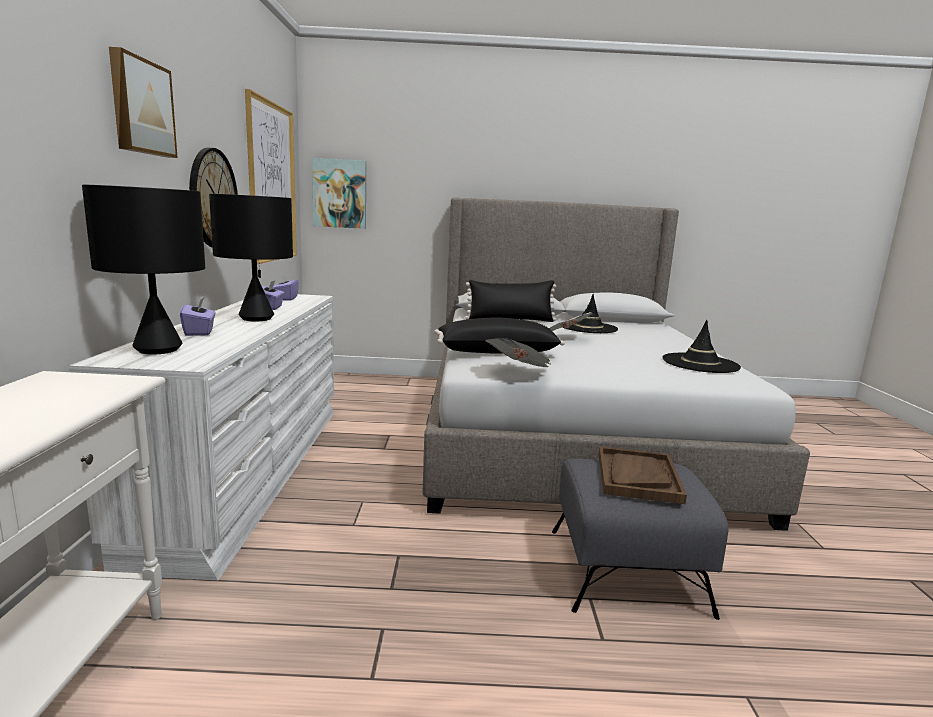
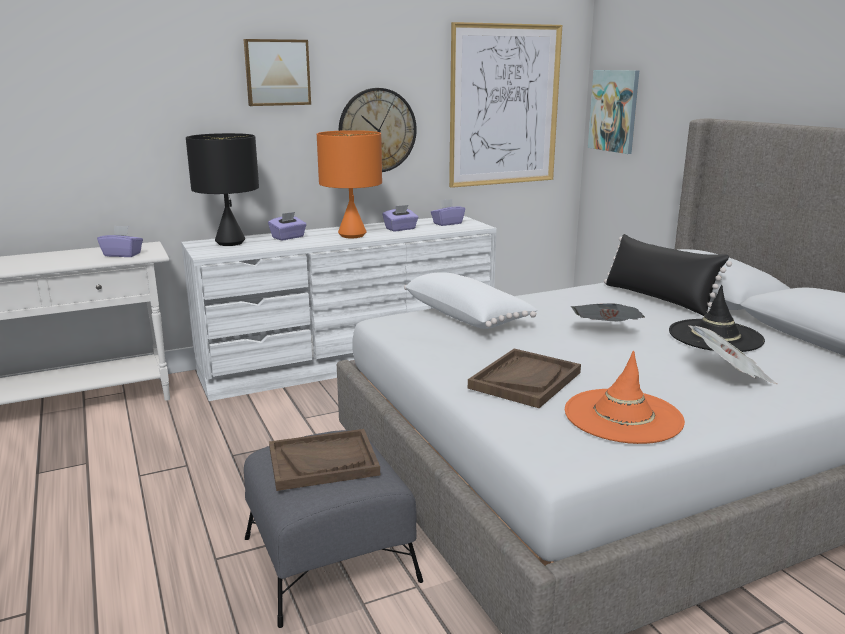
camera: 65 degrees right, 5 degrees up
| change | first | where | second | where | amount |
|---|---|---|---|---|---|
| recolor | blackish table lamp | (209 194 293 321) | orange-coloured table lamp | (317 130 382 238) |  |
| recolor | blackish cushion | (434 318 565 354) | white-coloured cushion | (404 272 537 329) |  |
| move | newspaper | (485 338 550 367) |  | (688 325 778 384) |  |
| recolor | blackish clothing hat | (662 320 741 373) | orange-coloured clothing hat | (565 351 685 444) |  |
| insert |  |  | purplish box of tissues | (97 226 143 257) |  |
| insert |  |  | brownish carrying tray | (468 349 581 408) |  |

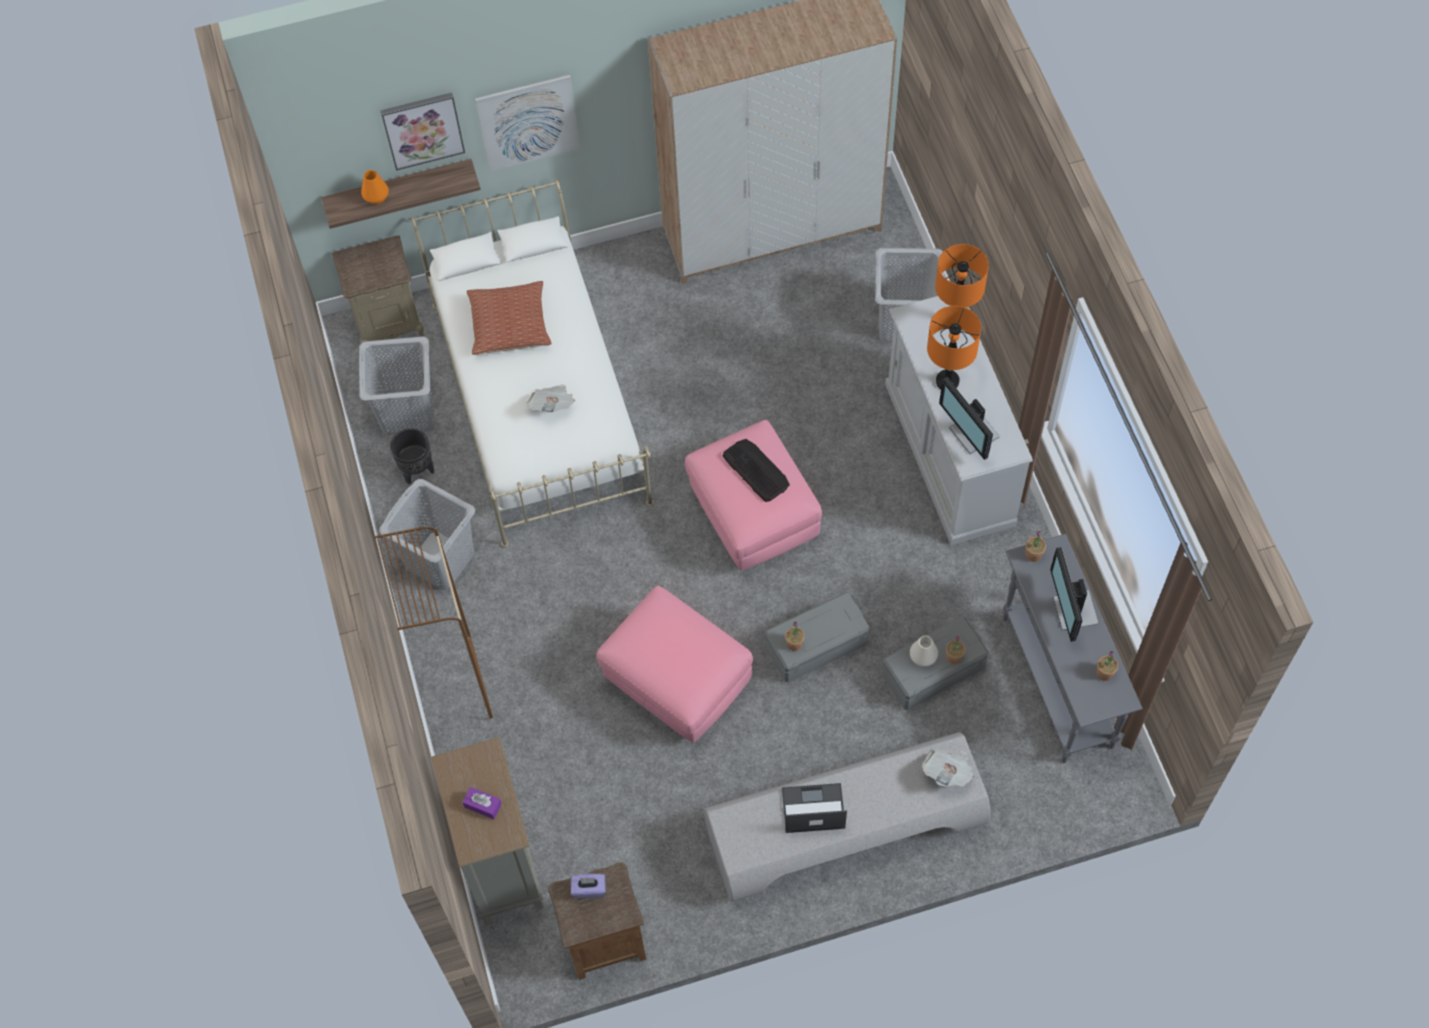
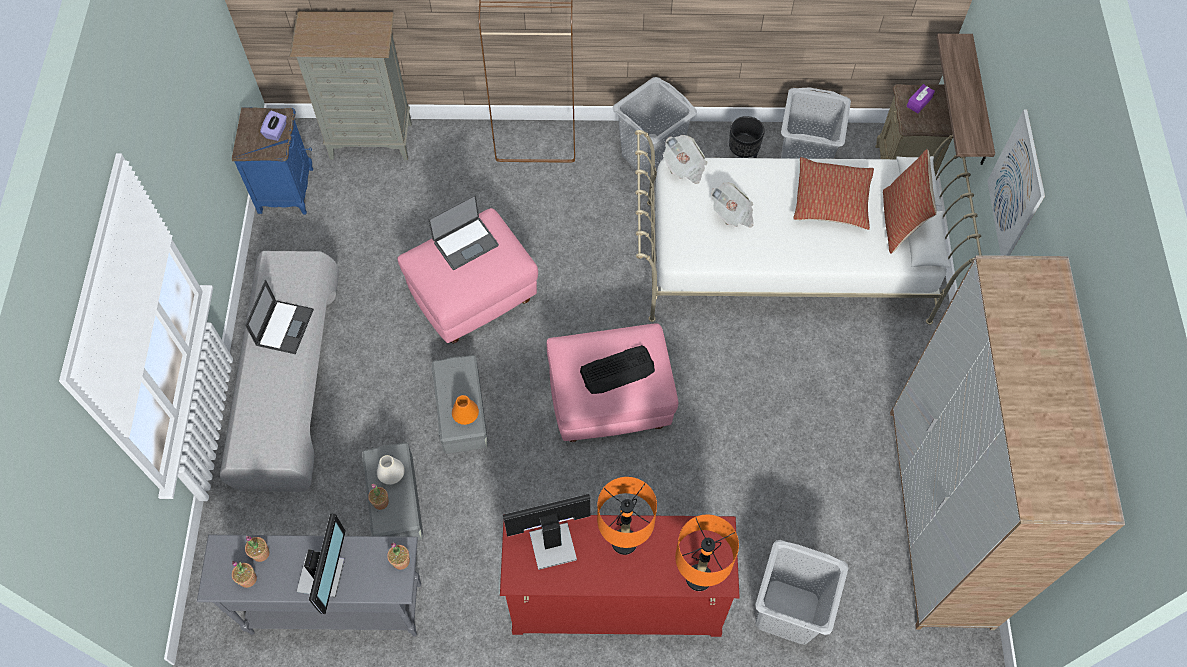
camera: 105 degrees right, 0 degrees up
| change | first | where | second | where | amount |
|---|---|---|---|---|---|
| move | orange-coloured flower vase | (361 170 389 205) |  | (452 395 479 425) |  |
| delete | wall picture | (380 93 465 171) |  |  |  |
| move | purplish box of tissues | (463 787 502 819) |  | (906 84 935 113) |  |
| recolor | beige-coloured bedside table | (548 863 646 980) | blue-coloured bedside table | (232 107 313 215) |  |
| move | houseplant | (785 622 805 651) |  | (245 536 270 562) |  |
| recolor | white-coloured chest of drawers | (885 296 1033 545) | red-coloured chest of drawers | (500 515 740 637) |  |
| move | newspaper | (922 748 974 786) |  | (663 135 708 184) |  |
| rotate | computer screen | (1050 547 1099 642) |  | (296 513 346 614) | 90 degrees clockwise |
| insert |  |  | notebook computer | (428 194 499 270) |  |
| insert |  |  | cushion | (883 149 937 254) |  |

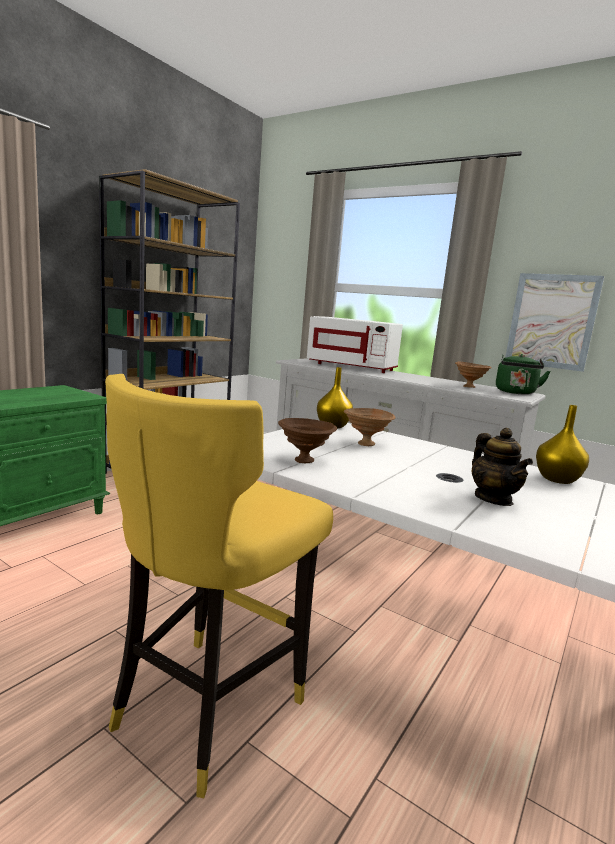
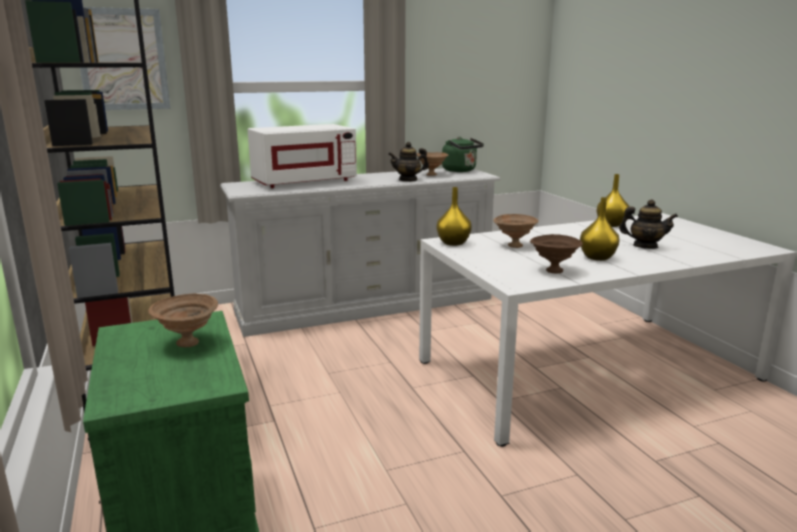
camera: 55 degrees left, 5 degrees up
| change | first | where | second | where | amount |
|---|---|---|---|---|---|
| delete | yellow-coloured stool seat | (105 374 333 798) |  |  |  |
| move | wall picture | (505 273 604 372) |  | (80 7 170 110) |  |
| insert |  |  | brownish deep dish | (148 294 218 347) |  |
| insert |  |  | pot for tea | (388 142 429 182) |  |
| insert |  |  | yellow-coloured flower vase | (580 197 619 261) |  |

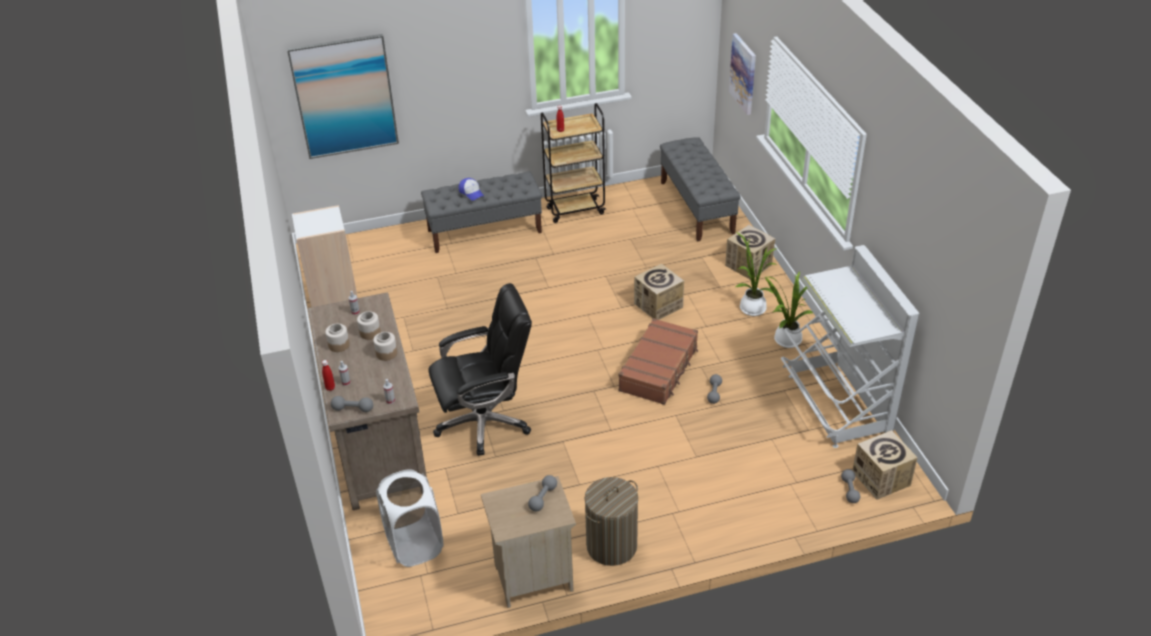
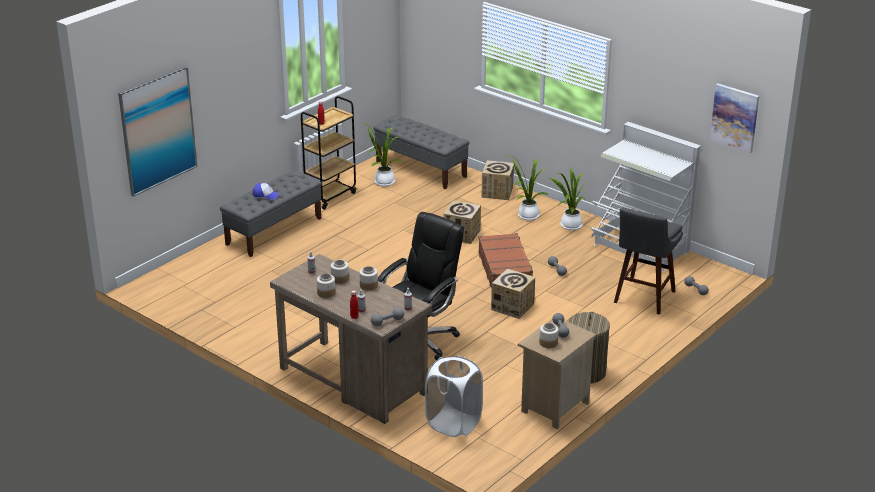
camera: 35 degrees left, 10 degrees down
| change | first | where | second | where | amount |
|---|---|---|---|---|---|
| delete | bookshelf | (292 205 358 307) |  |  |  |
| move | wall picture | (729 33 756 115) |  | (710 83 759 154) |  |
| move | cardboard box | (852 430 918 500) |  | (491 269 535 319) |  |
| insert |  |  | houseplant | (361 123 402 186) |  |
| insert |  |  | jar | (539 323 559 348) |  |
| insert |  |  | greyish stool seat | (614 208 683 315) |  |

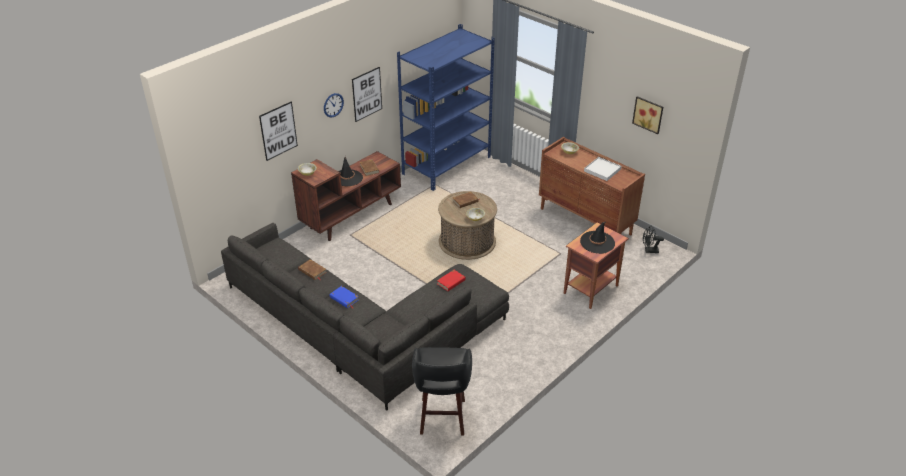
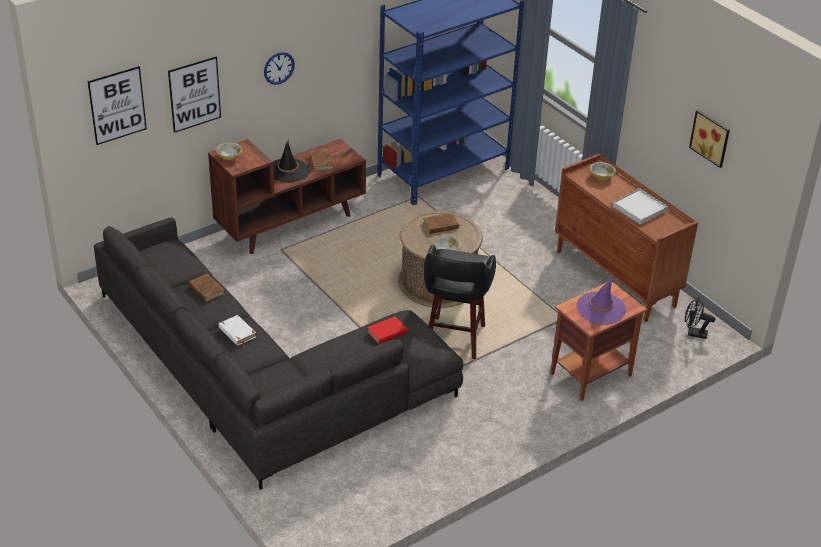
camera: 10 degrees right, 0 degrees up
| change | first | where | second | where | amount |
|---|---|---|---|---|---|
| recolor | blue-coloured volume | (330 286 359 308) | white-coloured volume | (219 315 256 347) |  |
| move | wall picture | (352 67 382 122) |  | (88 66 147 145) |  |
| move | blackish stool seat | (412 347 472 435) |  | (424 245 496 359) |  |
| recolor | blackish clothing hat | (580 222 615 254) | purplish clothing hat | (576 280 626 325) |  |

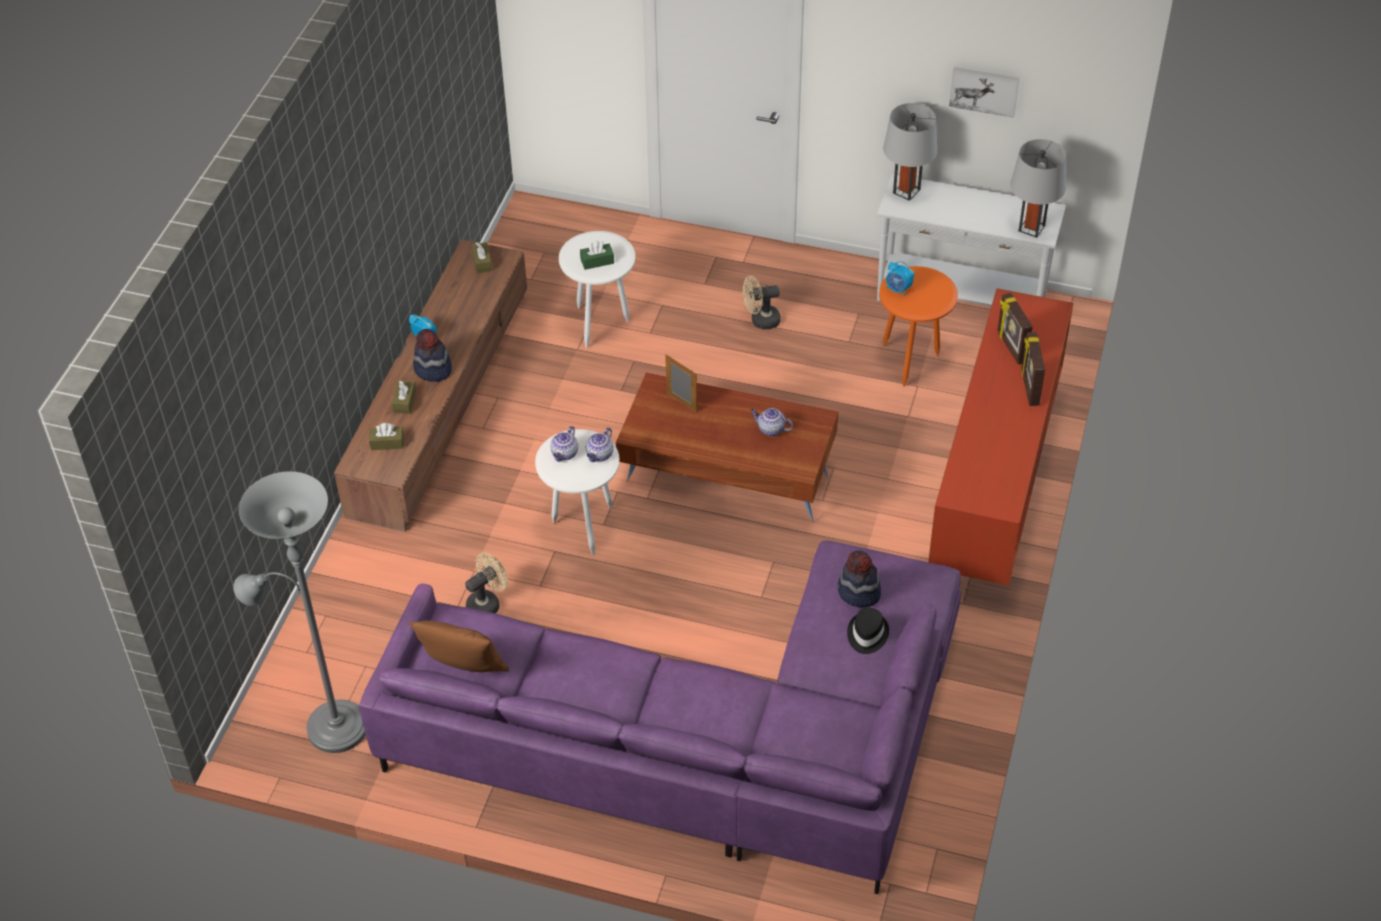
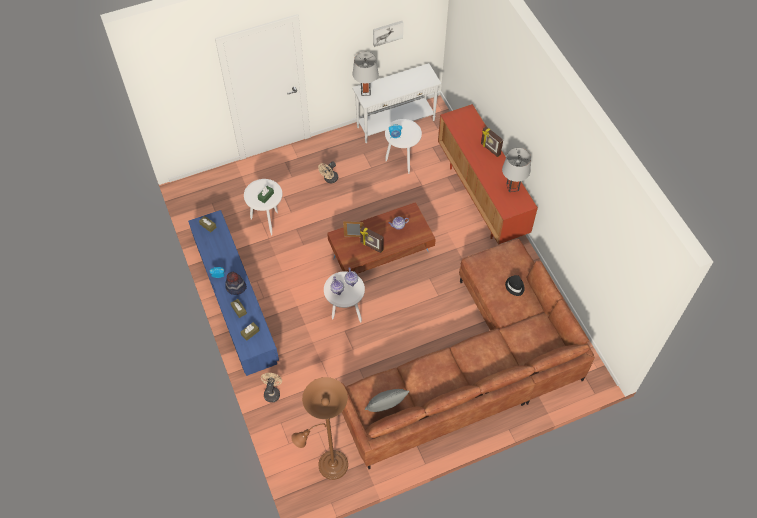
camera: 40 degrees left, 10 degrees up
| change | first | where | second | where | amount |
|---|---|---|---|---|---|
| recolor | greyish standard lamp | (233 471 366 753) | brownish standard lamp | (291 377 348 480) |  |
| recolor | brownish tv stand | (334 239 527 532) | blue-coloured tv stand | (188 210 279 376) |  |
| recolor | purplish settee | (359 540 961 894) | brownish settee | (342 239 595 469) |  |
| recolor | brownish cushion | (408 621 509 672) | greyish cushion | (365 389 410 412) |  |
| move | beige-coloured electric fan | (465 553 508 614) |  | (261 373 282 403) |  |
| delete | clothing hat | (837 551 881 607) |  |  |  |
| recolor | orange-coloured end table | (879 266 958 386) | white-coloured end table | (385 119 422 174) |  |
| move | picture frame | (997 293 1033 365) |  | (360 226 384 253) |  |
| move | greyish table lamp | (1010 139 1067 238) |  | (502 148 531 192) |  |

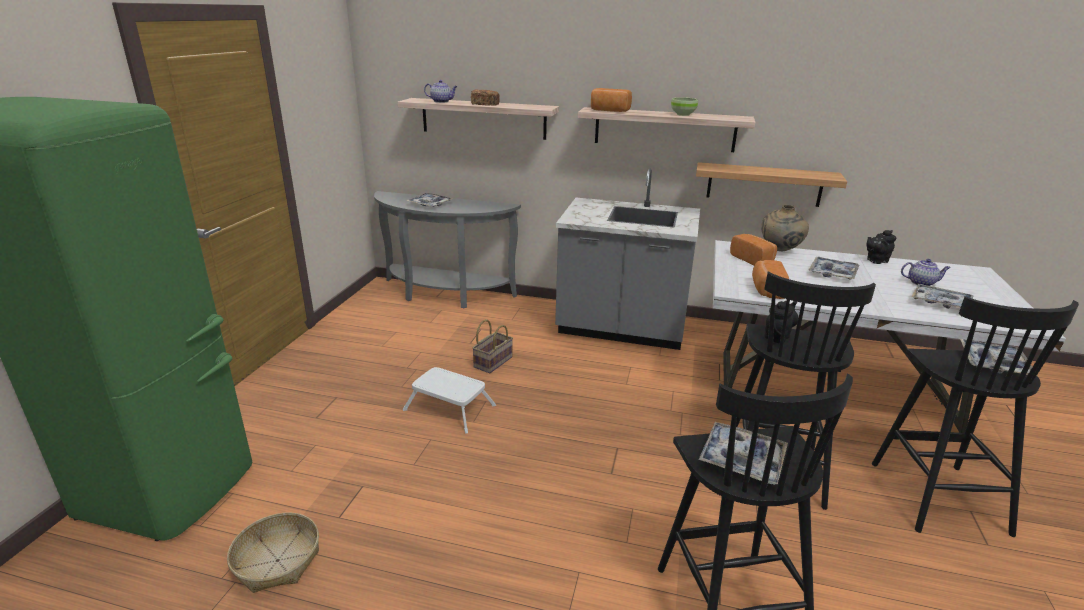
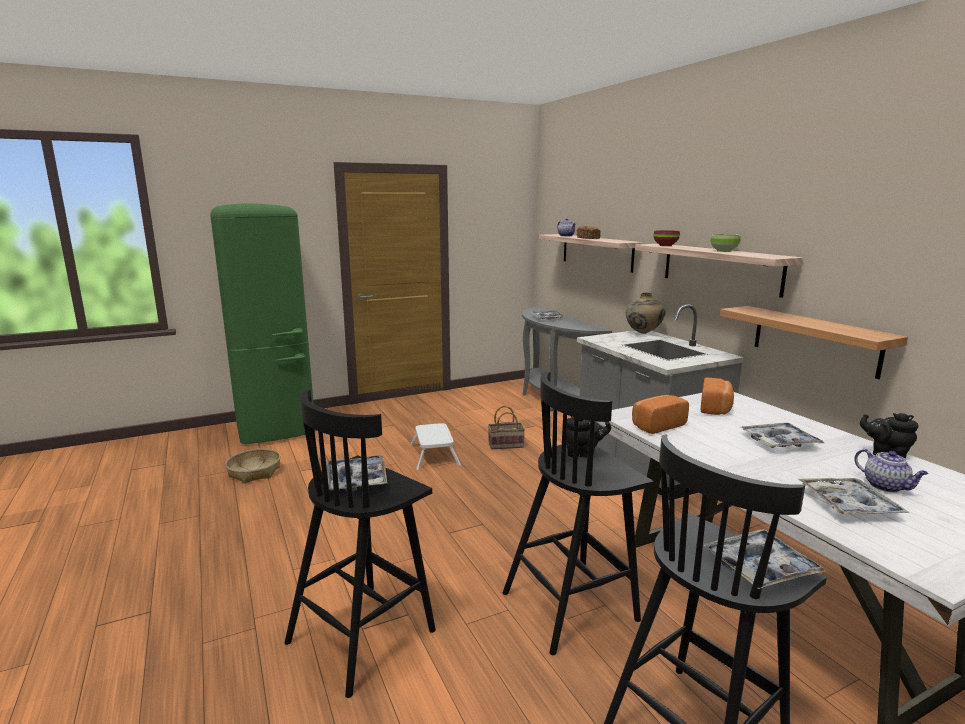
camera: 50 degrees right, 10 degrees down
| change | first | where | second | where | amount |
|---|---|---|---|---|---|
| replace | bakery bread | (591 88 632 112) | red-coloured deep dish | (654 230 680 246) |  |
| move | beige-coloured flower vase | (761 205 809 251) |  | (626 293 666 334) |  |

